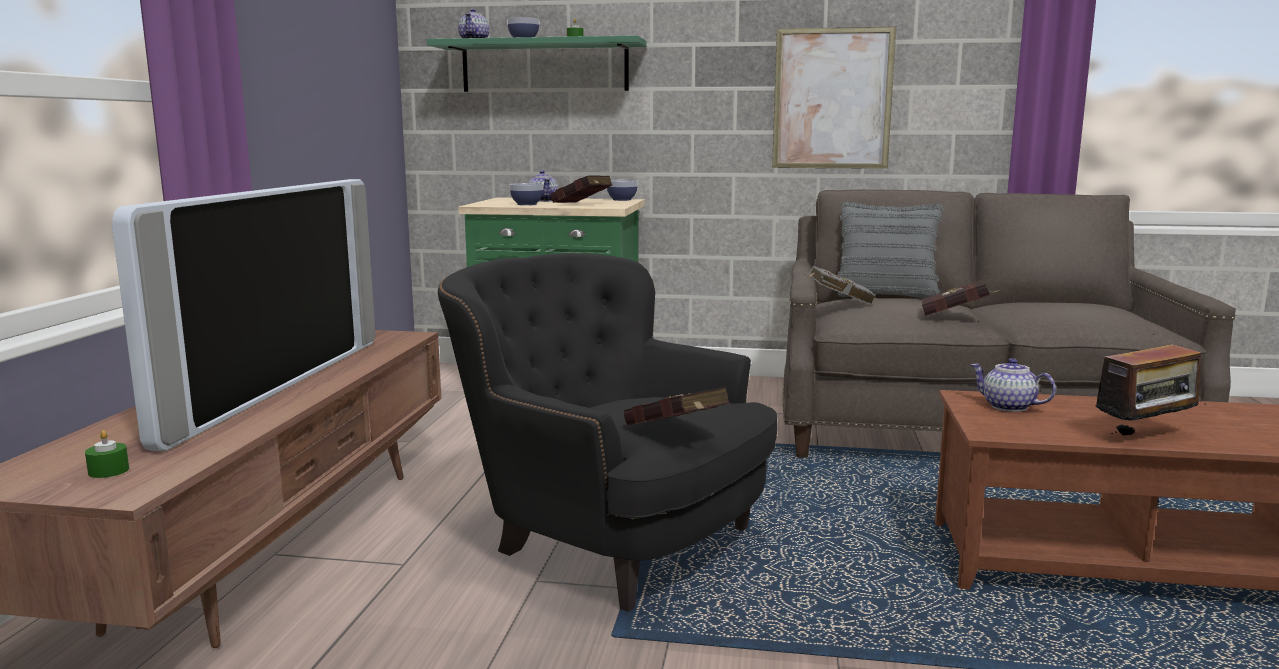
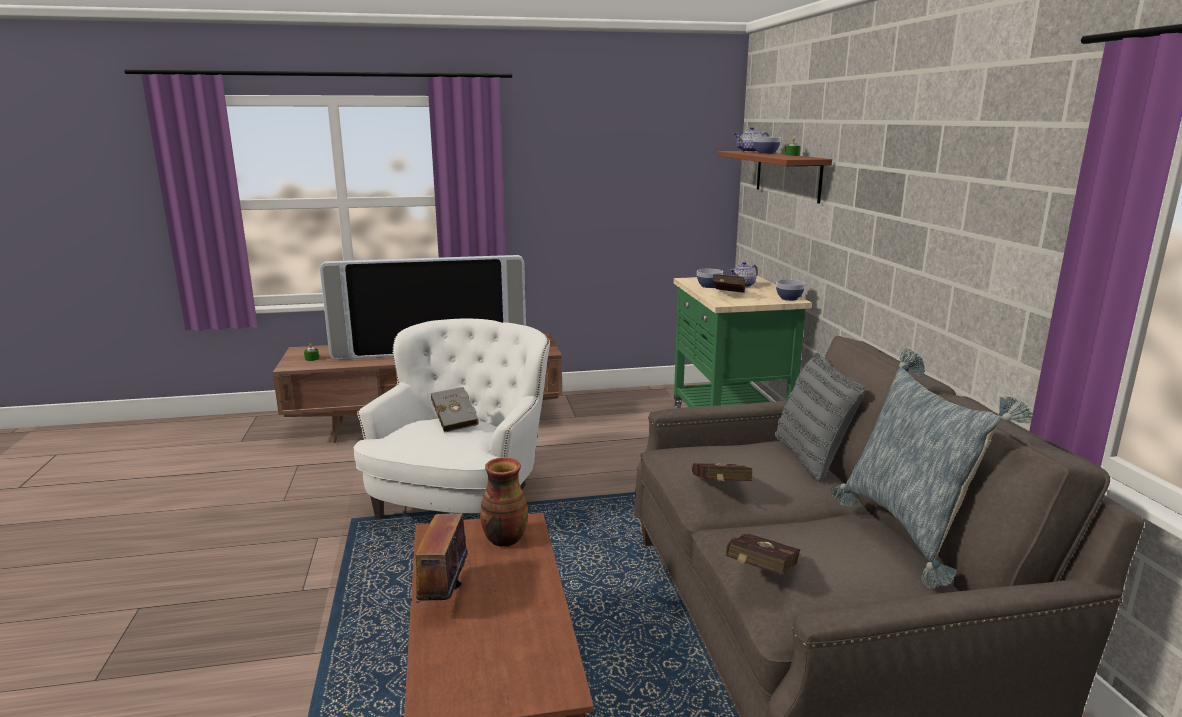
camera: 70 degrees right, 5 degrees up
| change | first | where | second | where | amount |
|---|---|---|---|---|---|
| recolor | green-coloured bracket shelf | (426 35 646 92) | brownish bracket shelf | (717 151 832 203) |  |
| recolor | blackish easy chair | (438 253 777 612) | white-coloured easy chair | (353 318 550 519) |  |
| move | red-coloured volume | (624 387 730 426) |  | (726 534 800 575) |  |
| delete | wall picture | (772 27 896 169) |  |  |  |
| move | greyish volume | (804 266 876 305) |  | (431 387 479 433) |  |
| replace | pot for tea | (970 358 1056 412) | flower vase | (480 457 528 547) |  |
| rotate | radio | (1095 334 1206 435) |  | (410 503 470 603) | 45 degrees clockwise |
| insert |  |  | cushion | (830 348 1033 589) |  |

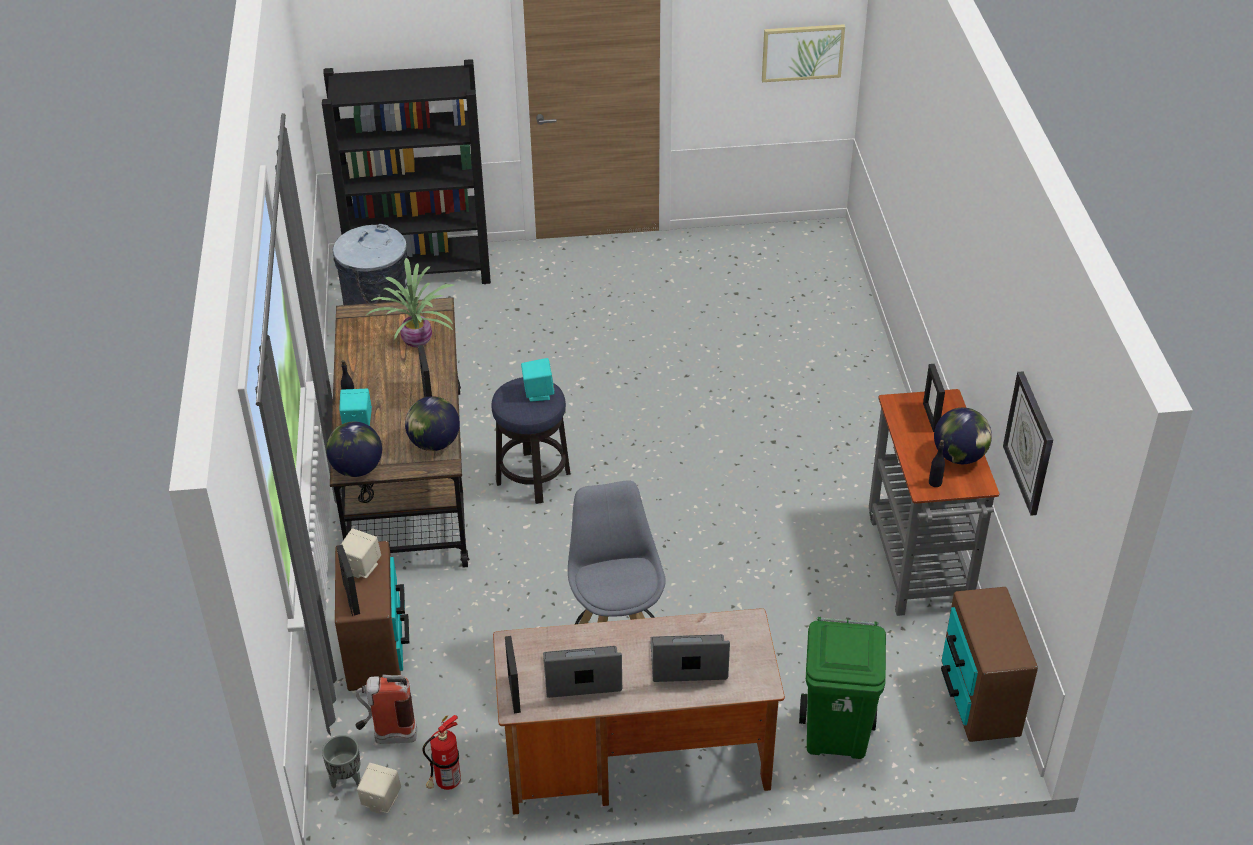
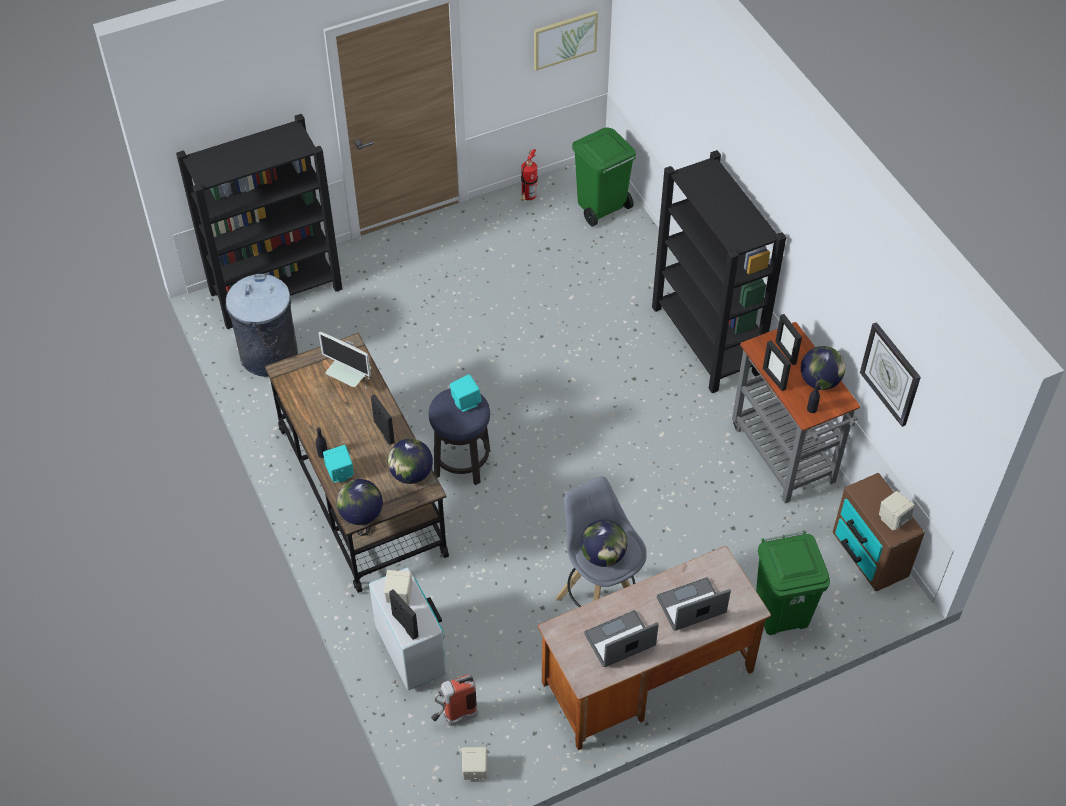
camera: 20 degrees left, 10 degrees up
| change | first | where | second | where | amount |
|---|---|---|---|---|---|
| delete | greyish planter | (322 735 361 789) |  |  |  |
| recolor | brownish bedside table | (335 541 409 691) | white-coloured bedside table | (369 567 446 690) |  |
| replace | houseplant | (367 258 454 348) | computer screen | (319 332 371 390) |  |
| move | fire-fighting cylinder | (422 715 461 790) |  | (520 149 538 201) |  |
| move | picture frame | (505 636 521 714) |  | (763 340 791 391) |  |
| insert |  |  | green-coloured rubbish bin | (572 127 636 226) |  |
| insert |  |  | desk globe | (581 520 628 567) |  |
| insert |  |  | blackish bookshelf | (652 150 786 393) |  |
| insert |  |  | beige-coloured loudspeaker | (879 491 915 531) |  |

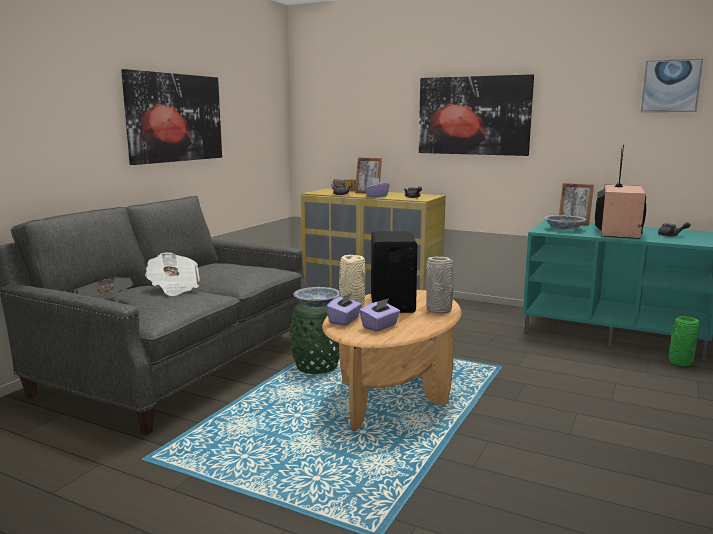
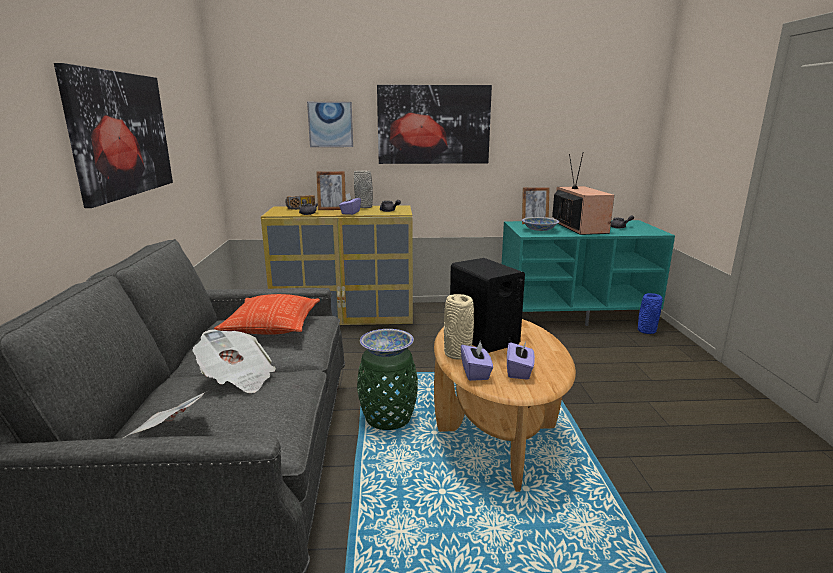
camera: 30 degrees left, 5 degrees up
| change | first | where | second | where | amount |
|---|---|---|---|---|---|
| move | greyish flower vase | (426 257 454 314) |  | (354 170 373 208) |  |
| move | wall picture | (641 59 703 112) |  | (307 102 353 147) |  |
| recolor | green-coloured flower vase | (669 316 699 366) | blue-coloured flower vase | (638 293 663 334) |  |
| insert |  |  | orange-coloured cushion | (214 294 320 335) |  |

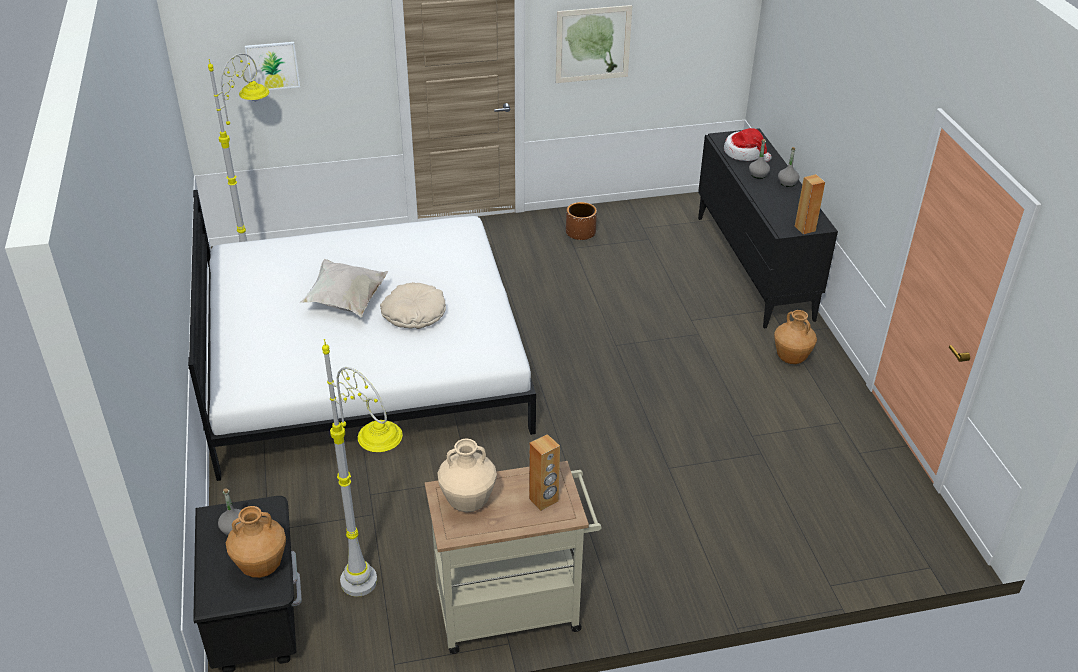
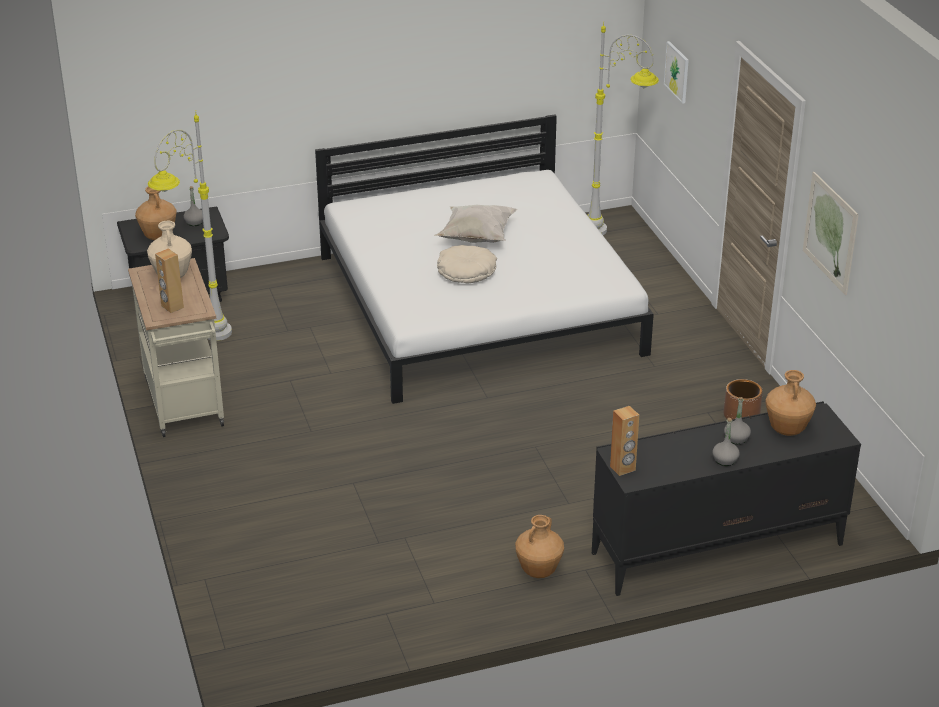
camera: 85 degrees right, 5 degrees down
| change | first | where | second | where | amount |
|---|---|---|---|---|---|
| replace | clothing hat | (724 128 772 162) | brownish flower vase | (765 370 816 436) |  |

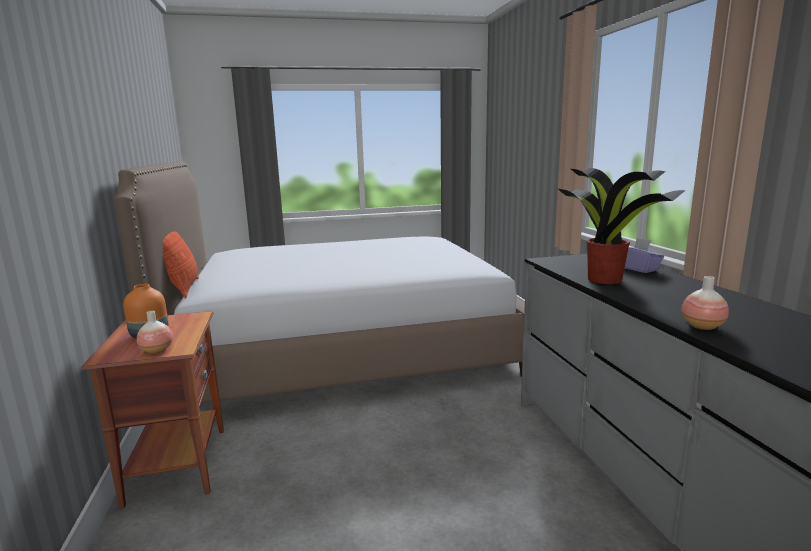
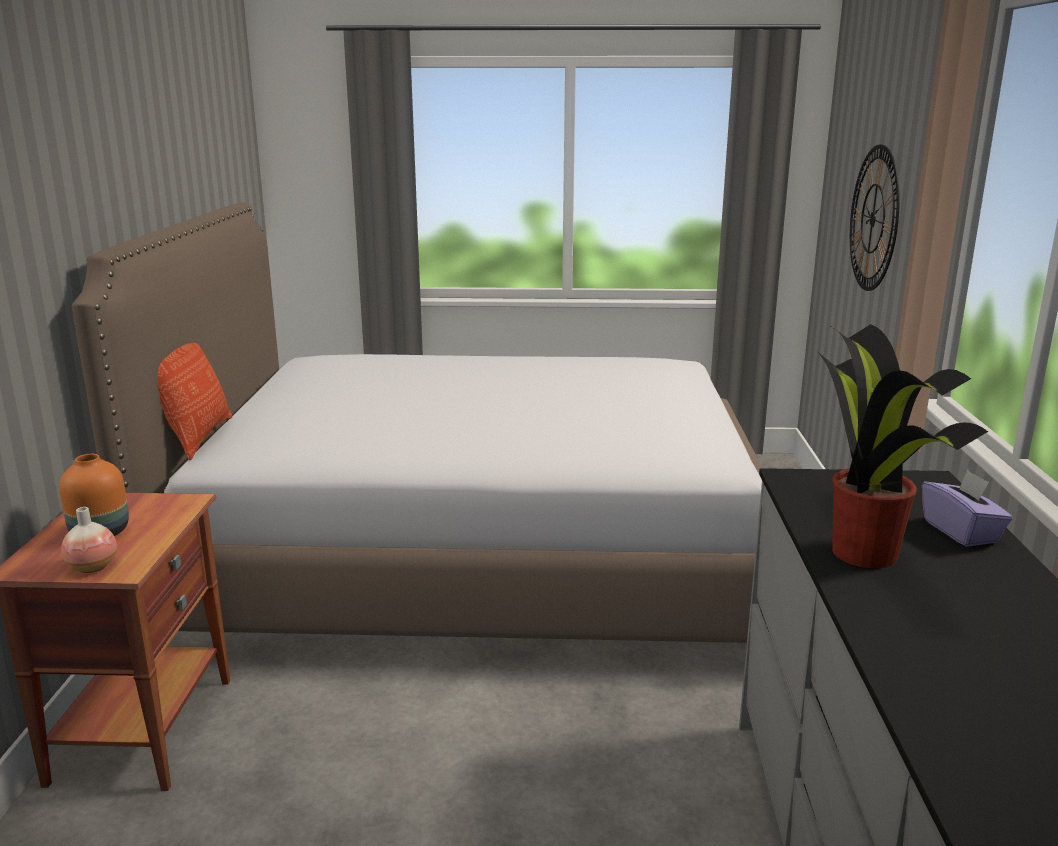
camera: 15 degrees right, 5 degrees up
| change | first | where | second | where | amount |
|---|---|---|---|---|---|
| delete | flower vase | (682 276 729 330) |  |  |  |
| insert |  |  | wall clock | (850 145 900 291) |  |

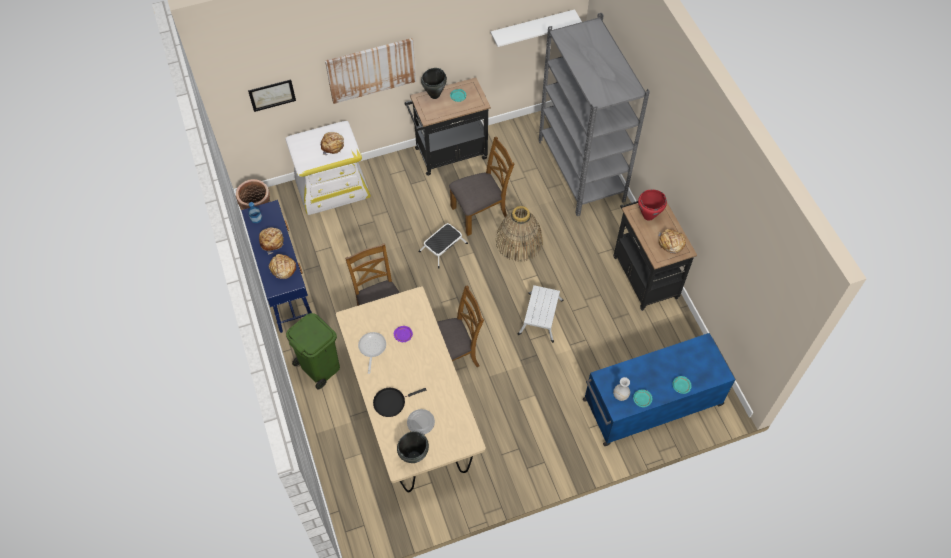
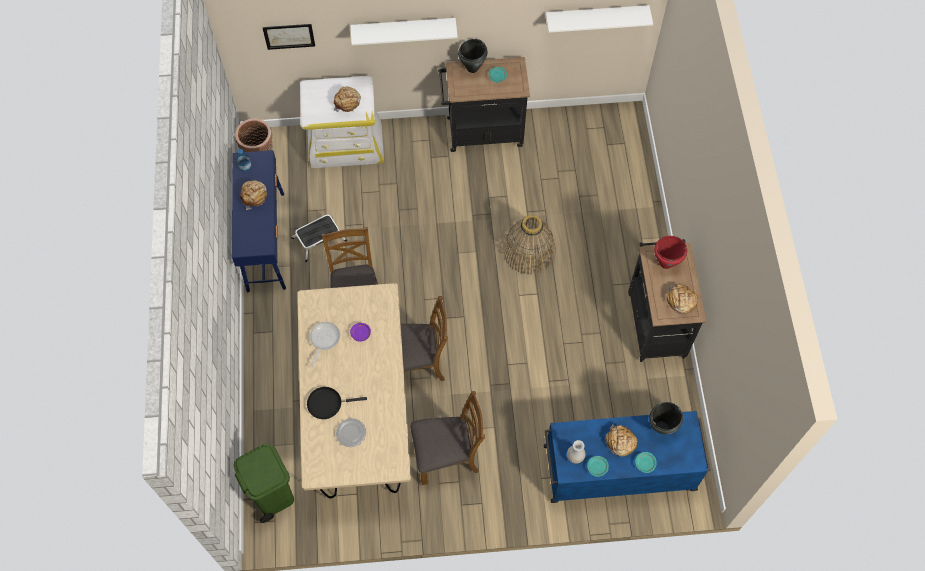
camera: 15 degrees right, 5 degrees up
| change | first | where | second | where | amount |
|---|---|---|---|---|---|
| move | bakery bread | (269 254 296 279) |  | (606 424 638 457) |  |
| move | green-coloured rubbish bin | (286 313 340 390) |  | (234 444 294 523) |  |
| replace | wall picture | (325 38 416 104) | white-coloured bracket shelf | (350 18 458 46) |  |
| move | blackish stockpot | (397 431 429 463) |  | (649 402 683 434) |  |
| move | blackish stepladder | (419 223 468 268) |  | (291 214 347 262) |  |
| move | brownish plain chair | (449 137 514 236) |  | (410 391 485 485) |  |
| delete | white-coloured stepladder | (518 285 564 343) |  |  |  |
| delete | greyish bookshelf | (539 13 650 216) |  |  |  |

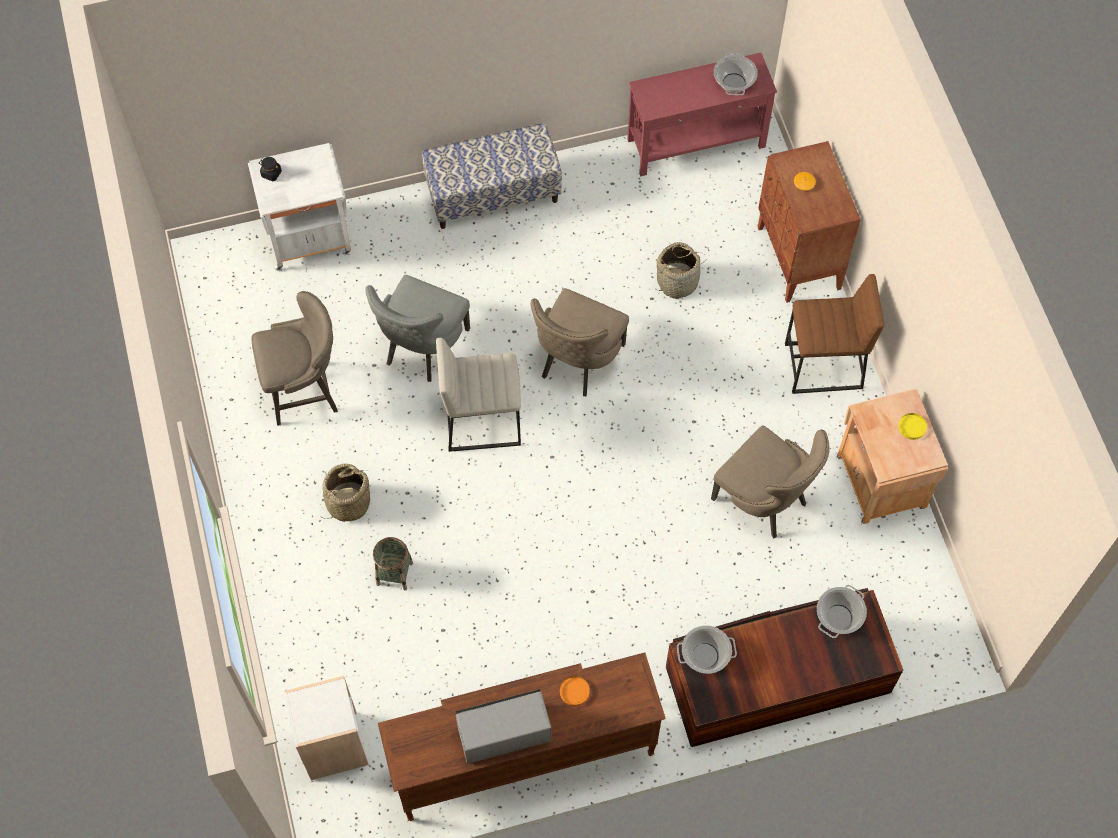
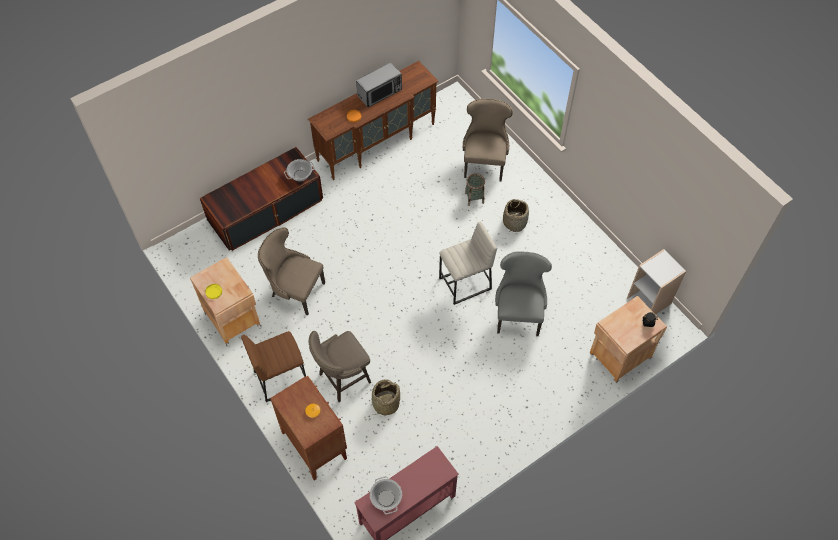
camera: 160 degrees right, 5 degrees down
| change | first | where | second | where | amount |
|---|---|---|---|---|---|
| recolor | white-coloured cart | (248 143 351 271) | brownish cart | (590 296 667 384) |  |
| move | beige-coloured stool seat | (251 291 338 426) |  | (309 331 371 402) |  |
| move | bookshelf | (284 676 369 780) |  | (627 249 686 314) |  |
| delete | long seat | (422 123 562 229) |  |  |  |
| move | beige-coloured plain chair | (531 288 629 396) |  | (463 98 513 181) |  |
| delete | stockpot | (817 585 867 638) |  |  |  |

